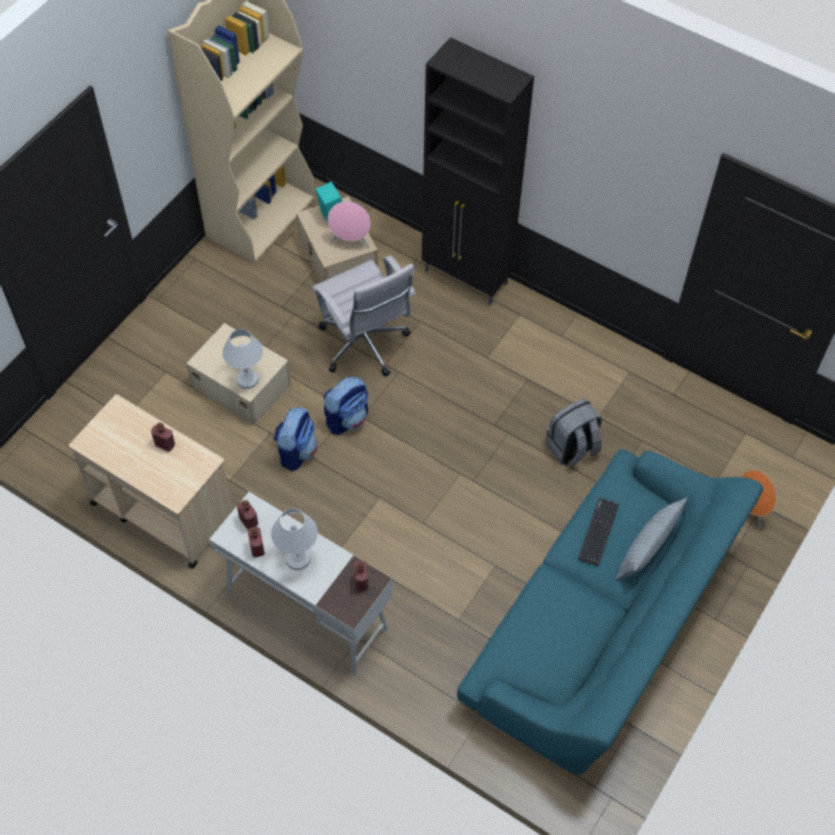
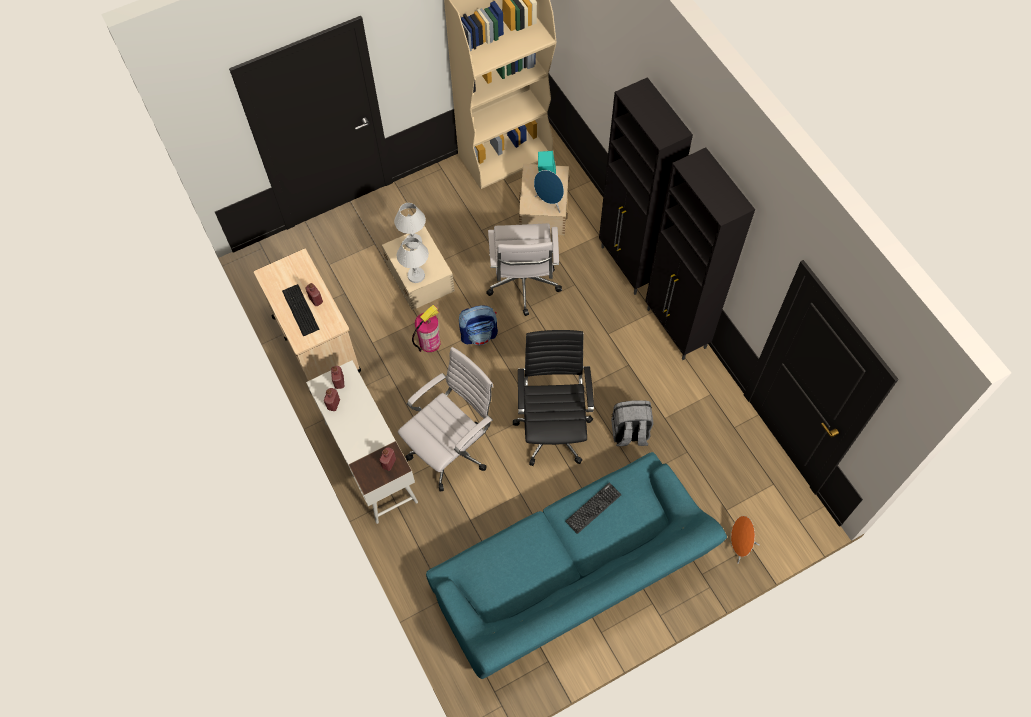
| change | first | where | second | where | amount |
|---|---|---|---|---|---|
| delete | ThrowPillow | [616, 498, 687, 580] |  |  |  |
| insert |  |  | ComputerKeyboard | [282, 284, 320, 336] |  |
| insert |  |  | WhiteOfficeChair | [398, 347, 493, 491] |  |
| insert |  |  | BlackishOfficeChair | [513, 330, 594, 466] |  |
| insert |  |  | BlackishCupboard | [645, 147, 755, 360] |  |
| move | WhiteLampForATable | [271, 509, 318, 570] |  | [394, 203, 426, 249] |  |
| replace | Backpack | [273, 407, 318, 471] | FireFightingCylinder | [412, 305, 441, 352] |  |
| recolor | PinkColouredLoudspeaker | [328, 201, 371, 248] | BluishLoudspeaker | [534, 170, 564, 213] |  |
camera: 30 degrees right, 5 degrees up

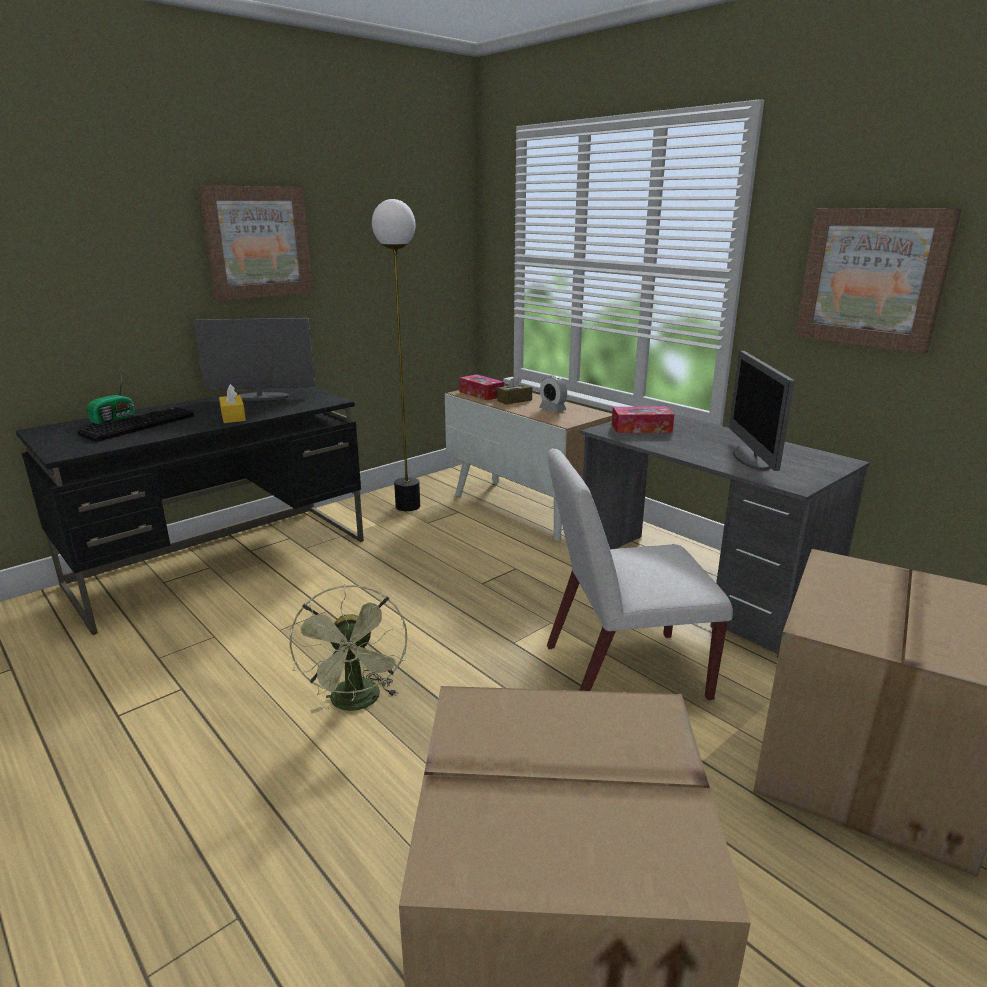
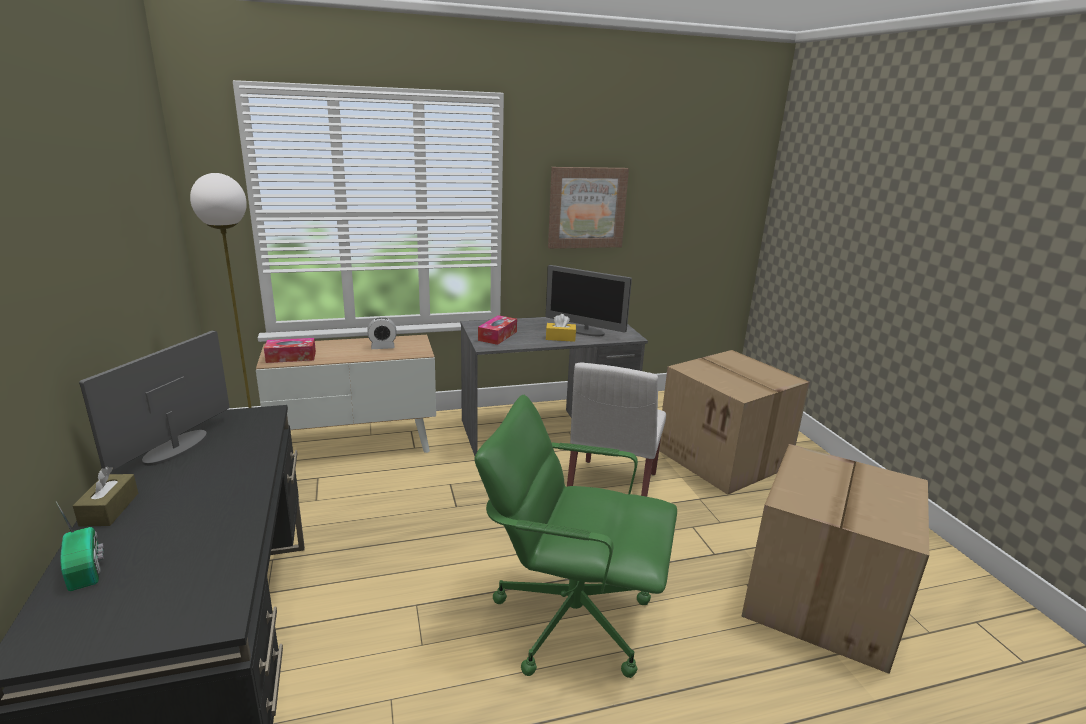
| change | first | where | second | where | amount |
|---|---|---|---|---|---|
| delete | ComputerKeyboard | [78, 407, 194, 442] |  |  |  |
| delete | Picture | [198, 185, 313, 301] |  |  |  |
| move | YellowTissueHolder | [219, 384, 246, 423] |  | [546, 314, 576, 342] |  |
| move | BrownishTissueHolder | [497, 374, 532, 404] |  | [73, 467, 138, 527] |  |
| replace | GreenColouredCoolingFan | [289, 585, 407, 714] | GreenColouredOfficeChair | [475, 395, 677, 678] |  |
camera: 65 degrees left, 0 degrees up

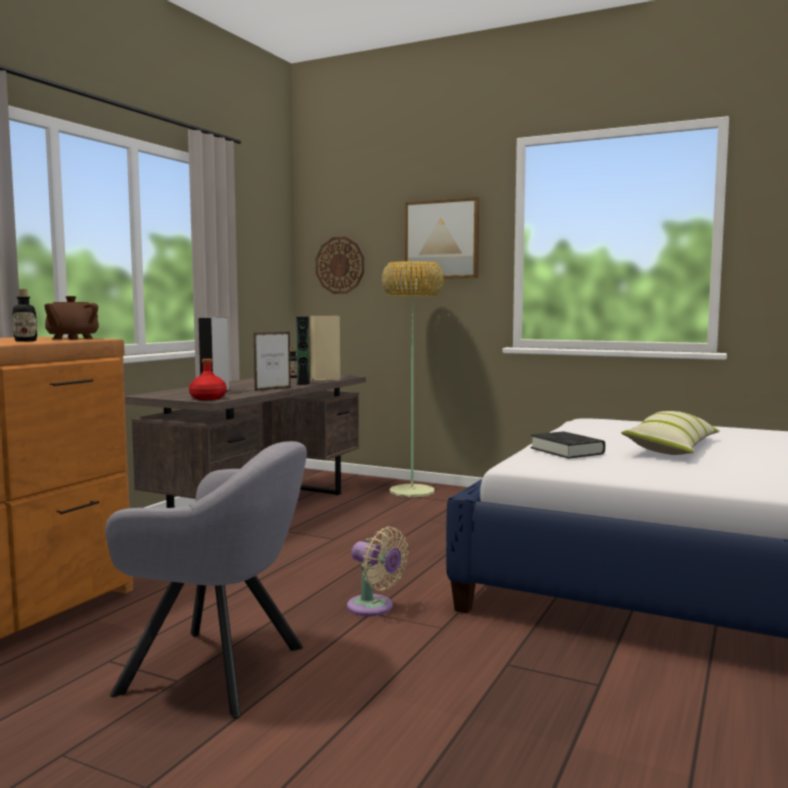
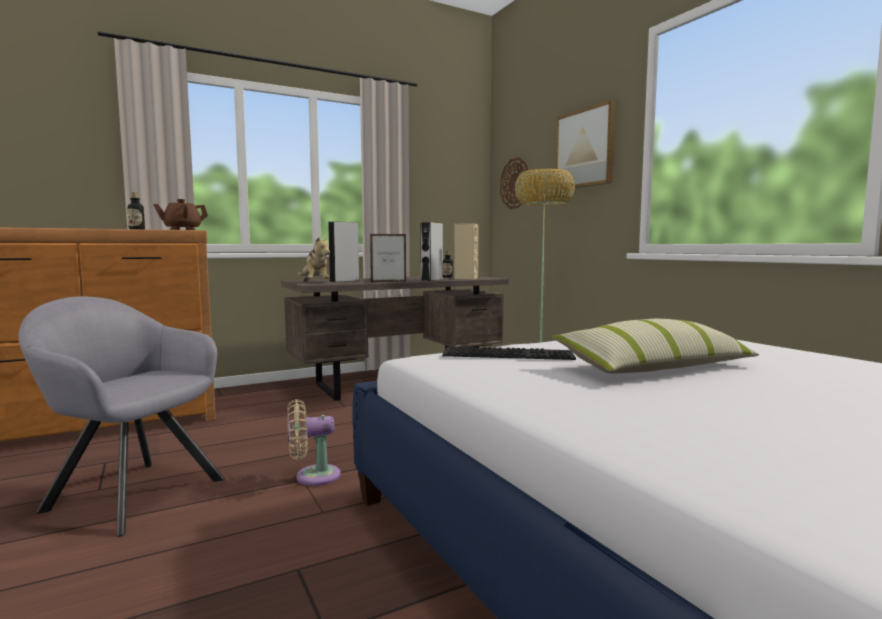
| change | first | where | second | where | amount |
|---|---|---|---|---|---|
| replace | ReddishDrinkBottle | [189, 359, 227, 400] | SoftToy | [298, 236, 330, 282] |  |
| replace | BlackishBook | [531, 431, 605, 459] | ComputerKeyboard | [442, 346, 576, 360] |  |
| recolor | GreenColouredLoudspeaker | [296, 316, 310, 385] | GreyishLoudspeaker | [421, 222, 443, 281] |  |
| rotate | GreyishEasyChair | [105, 441, 307, 718] |  | [18, 297, 225, 537] | 150 degrees clockwise |
| rotate | SandColouredCoolingFan | [347, 526, 408, 616] |  | [287, 399, 341, 486] | 90 degrees clockwise |
camera: 35 degrees right, 0 degrees up

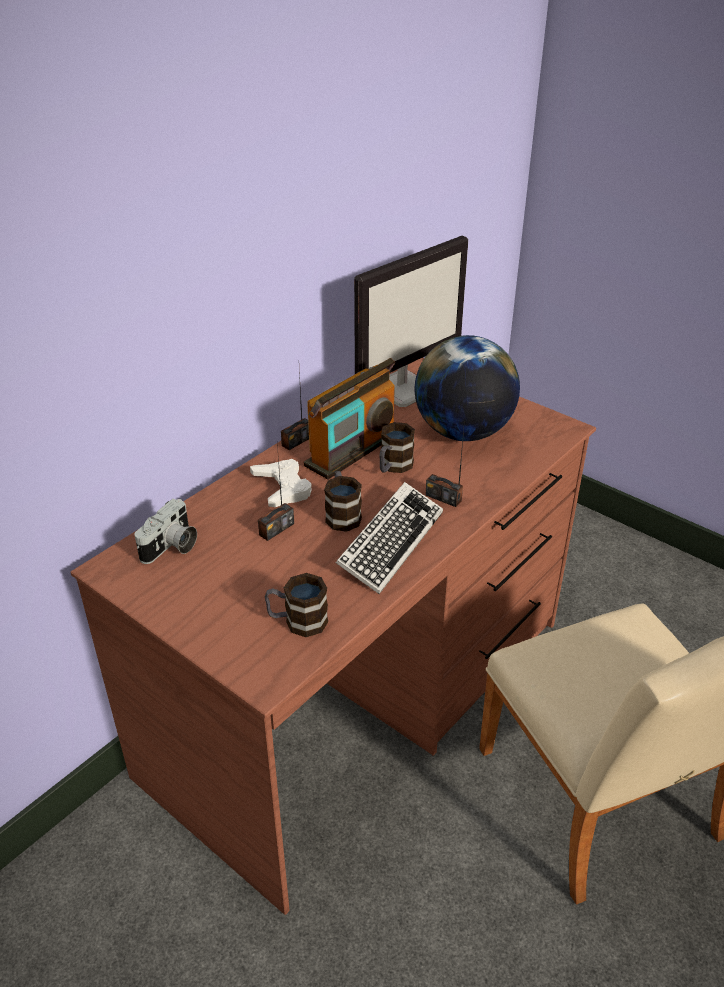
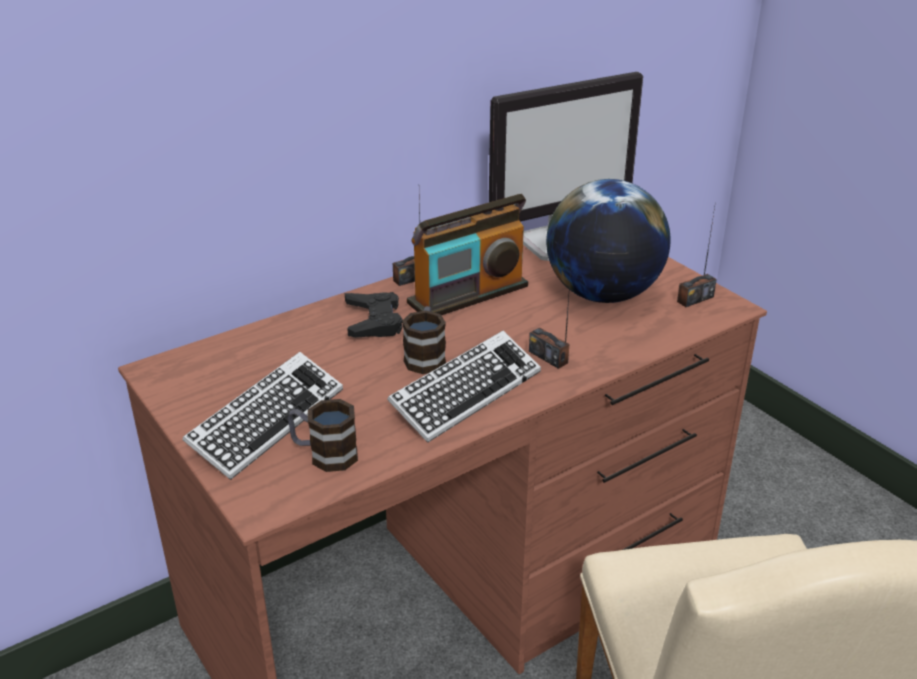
| change | first | where | second | where | amount |
|---|---|---|---|---|---|
| delete | StillCamera | [134, 499, 197, 564] |  |  |  |
| delete | TeaMug | [379, 422, 415, 473] |  |  |  |
| insert |  |  | ComputerKeyboard | [182, 352, 343, 480] |  |
| move | Radio | [258, 444, 294, 541] |  | [677, 207, 717, 307] |  |
| recolor | WhiteJoypad | [250, 459, 312, 507] | BlackishJoypad | [345, 292, 403, 338] |  |
camera: 15 degrees right, 5 degrees down

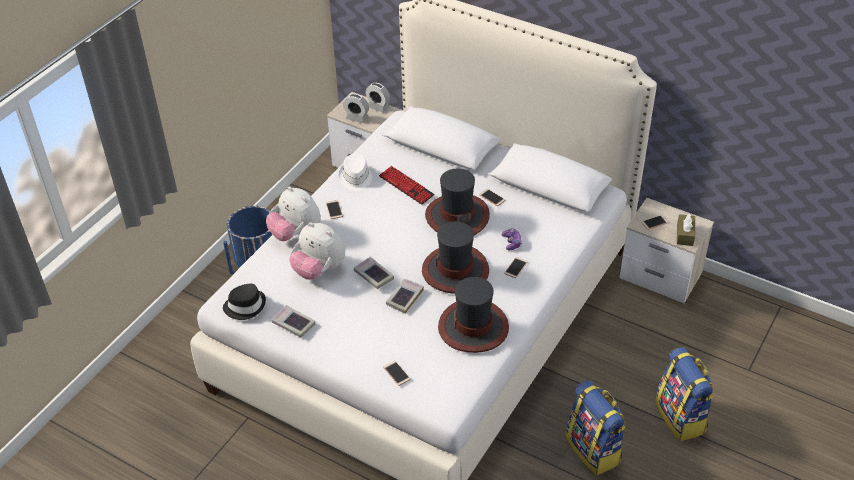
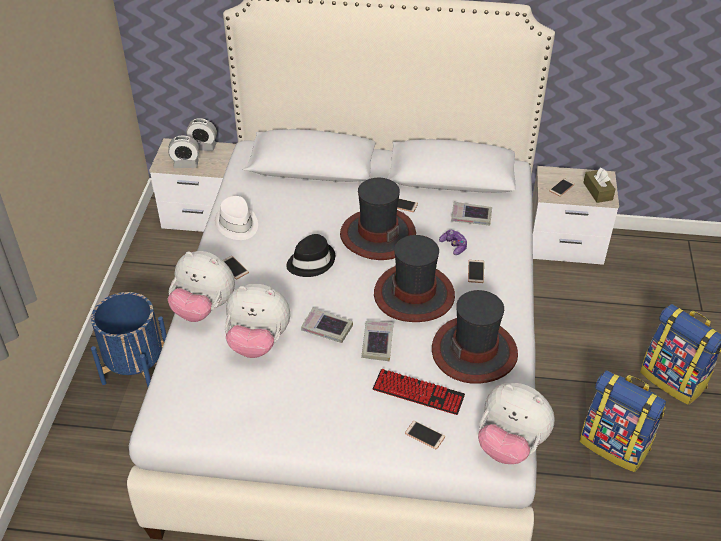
| change | first | where | second | where | amount |
|---|---|---|---|---|---|
| insert |  |  | SoftToy | [478, 383, 555, 464] |  |
| move | BlackishClothingHat | [223, 284, 266, 320] |  | [286, 234, 335, 277] |  |
| move | Book | [272, 305, 315, 338] |  | [451, 202, 492, 225] |  |
| move | ComputerKeyboard | [379, 166, 435, 205] |  | [372, 369, 465, 415] |  |
camera: 25 degrees left, 0 degrees up

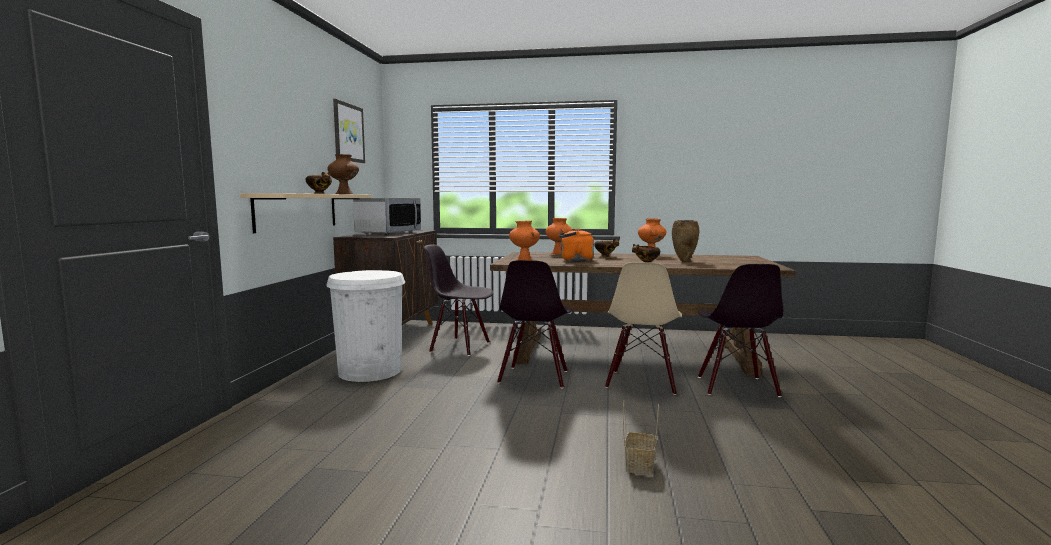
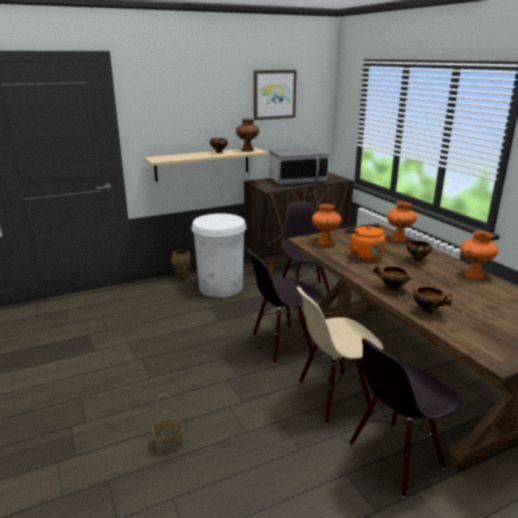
| change | first | where | second | where | amount |
|---|---|---|---|---|---|
| insert |  |  | ServingBowl | [413, 287, 452, 314] |  |
| move | BrownishVase | [672, 220, 700, 261] |  | [171, 249, 191, 280] |  |
camera: 55 degrees right, 15 degrees up

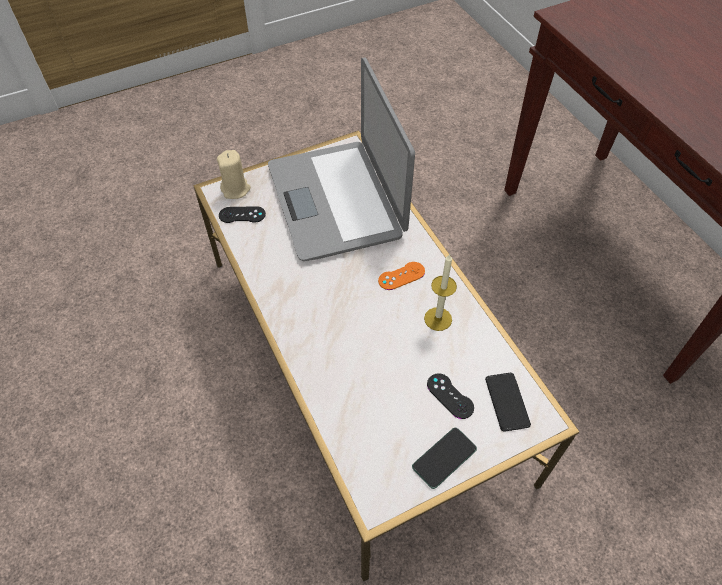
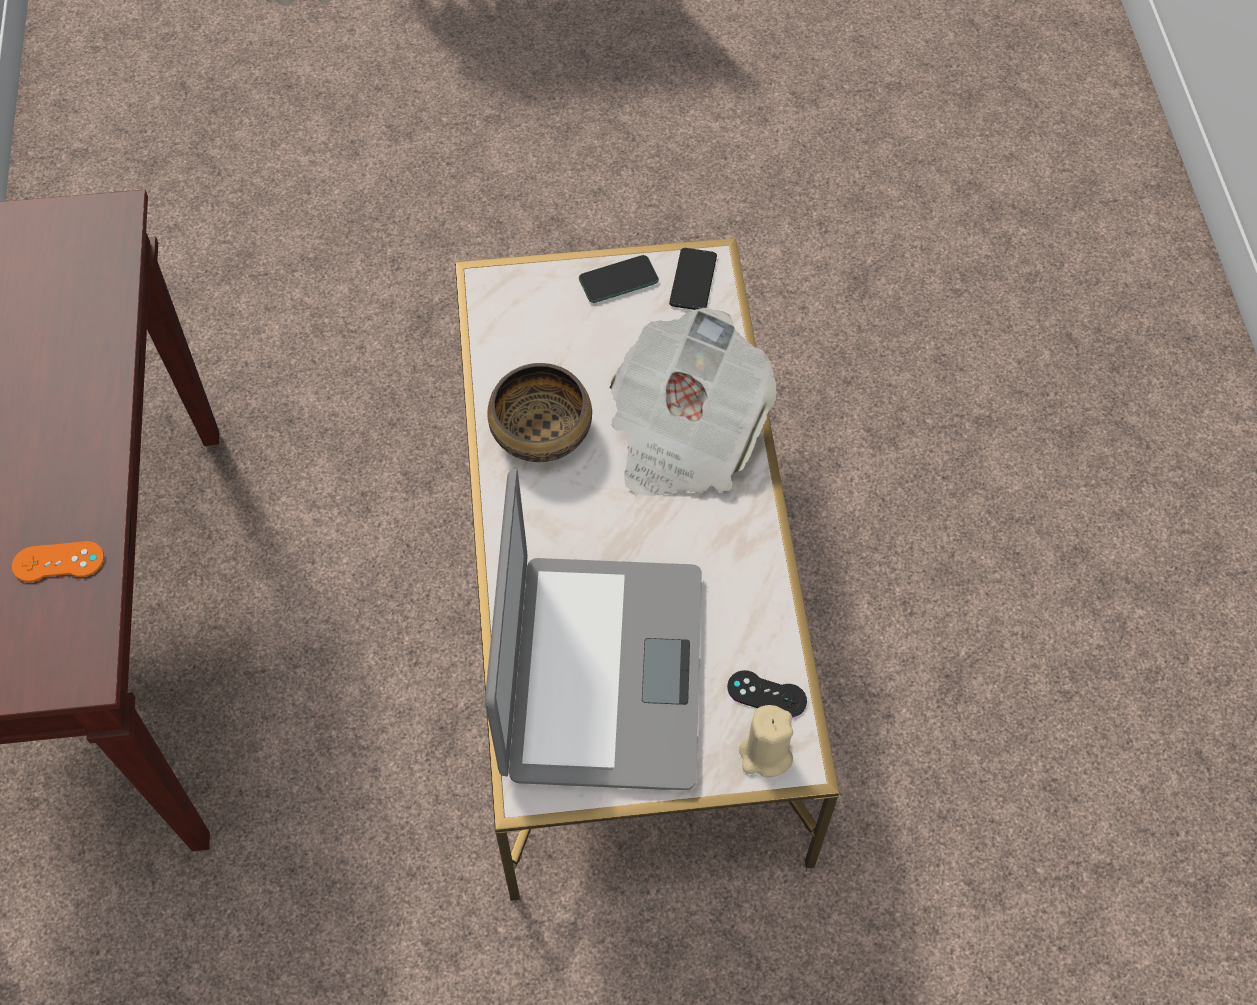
| change | first | where | second | where | amount |
|---|---|---|---|---|---|
| delete | BlackishJoypad | [427, 373, 474, 419] |  |  |  |
| insert |  |  | PrintedPaper | [610, 308, 777, 496] |  |
| move | OrangeyJoypad | [378, 262, 425, 290] |  | [12, 541, 104, 582] |  |
| move | Handset | [485, 373, 531, 432] |  | [669, 248, 717, 310] |  |
| replace | WaxCandle | [424, 254, 457, 331] | ServingBowl | [488, 363, 592, 462] |  |
camera: 160 degrees left, 5 degrees up

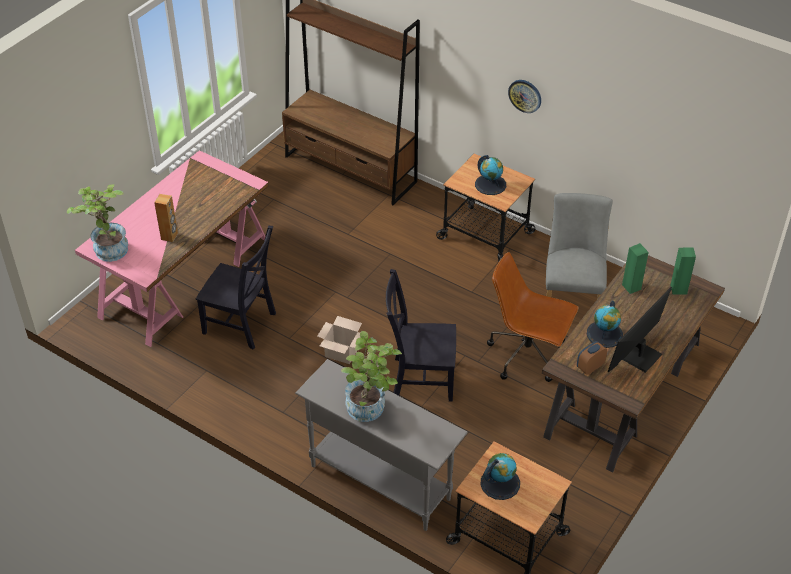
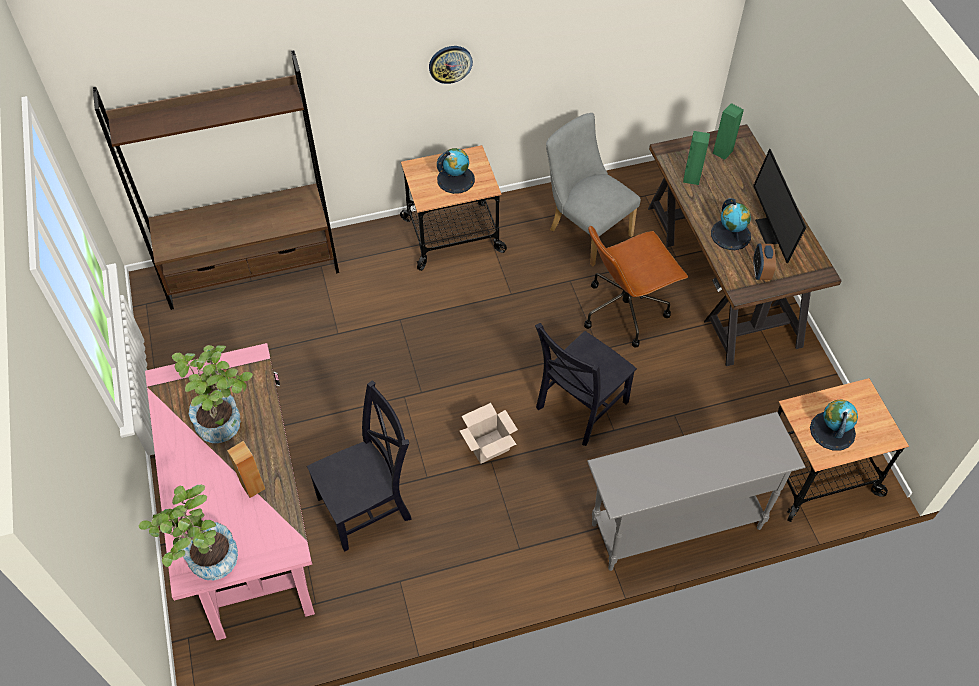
| change | first | where | second | where | amount |
|---|---|---|---|---|---|
| move | PlantInAPot | [341, 331, 402, 422] |  | [172, 345, 253, 443] |  |
camera: 50 degrees left, 10 degrees up

